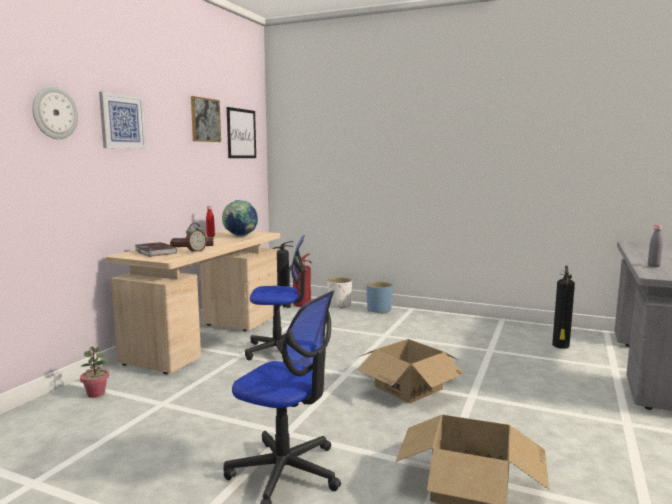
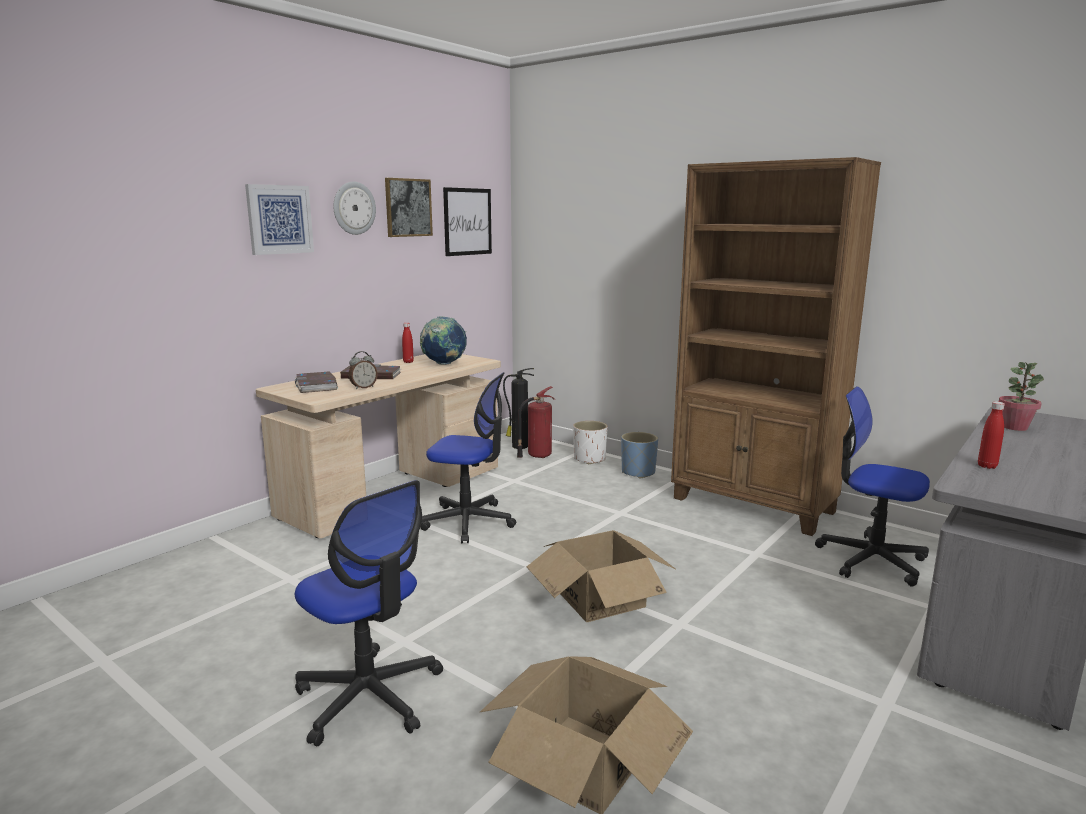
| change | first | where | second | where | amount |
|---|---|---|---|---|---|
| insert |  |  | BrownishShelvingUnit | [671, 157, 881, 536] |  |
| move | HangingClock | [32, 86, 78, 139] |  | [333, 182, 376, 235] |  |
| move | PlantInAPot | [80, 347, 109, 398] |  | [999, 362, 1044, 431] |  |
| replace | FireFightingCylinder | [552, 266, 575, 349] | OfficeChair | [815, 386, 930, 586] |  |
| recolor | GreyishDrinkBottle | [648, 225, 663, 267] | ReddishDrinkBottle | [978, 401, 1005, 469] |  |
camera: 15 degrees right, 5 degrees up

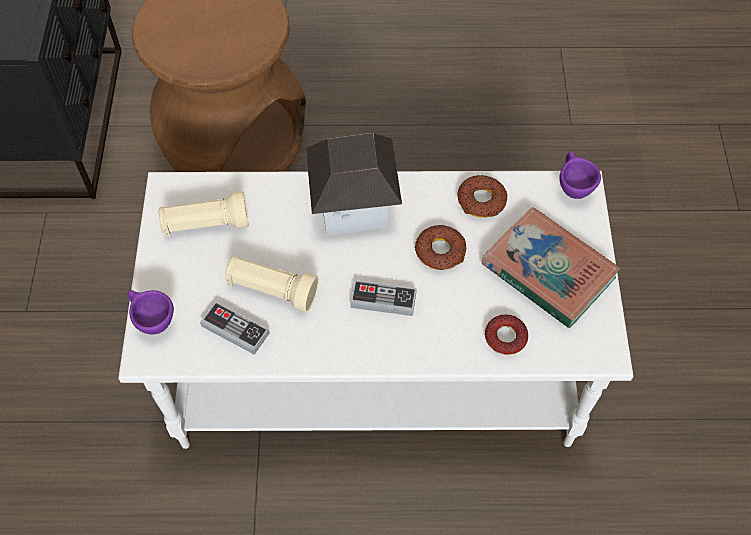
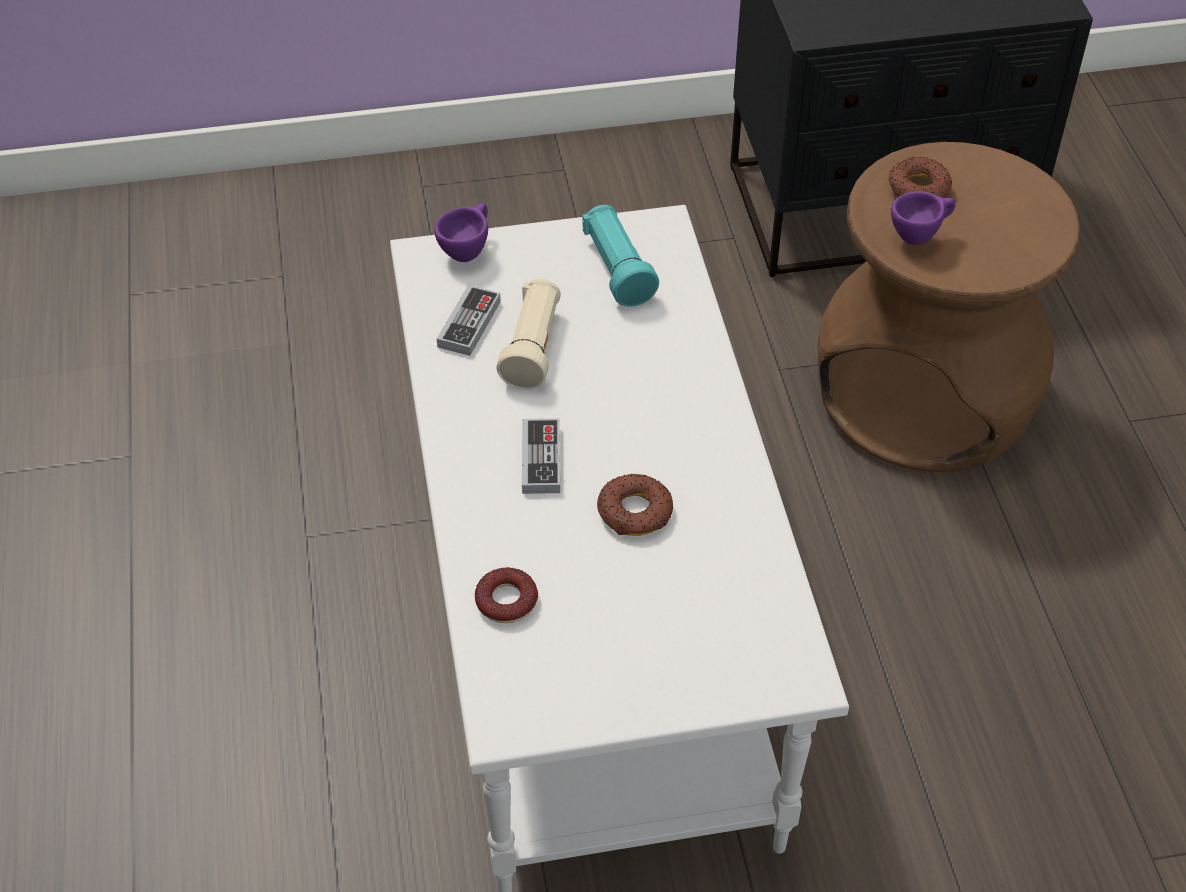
| change | first | where | second | where | amount |
|---|---|---|---|---|---|
| delete | ModelHouse | [306, 133, 402, 235] |  |  |  |
| delete | Book | [482, 207, 620, 328] |  |  |  |
| move | Donut | [457, 175, 508, 218] |  | [889, 157, 952, 198] |  |
| move | PurplishSmallCup | [559, 151, 601, 199] |  | [891, 191, 956, 245] |  |
| recolor | SandColouredTorch | [159, 191, 249, 236] | TurquoiseColouredTorch | [583, 205, 659, 307] |  |
camera: 80 degrees right, 10 degrees down

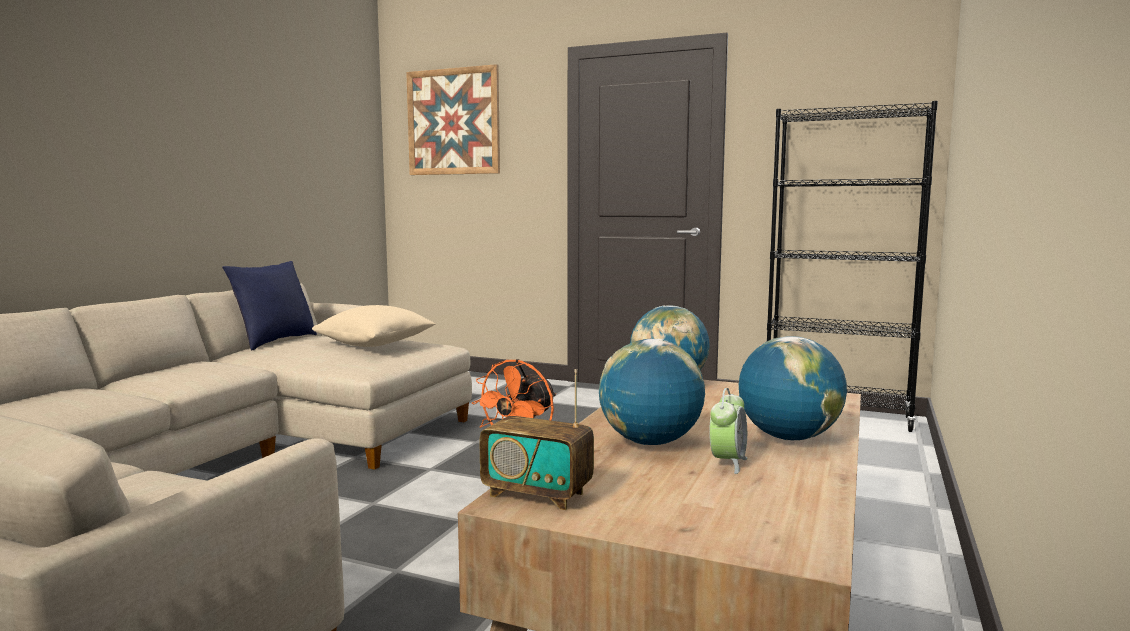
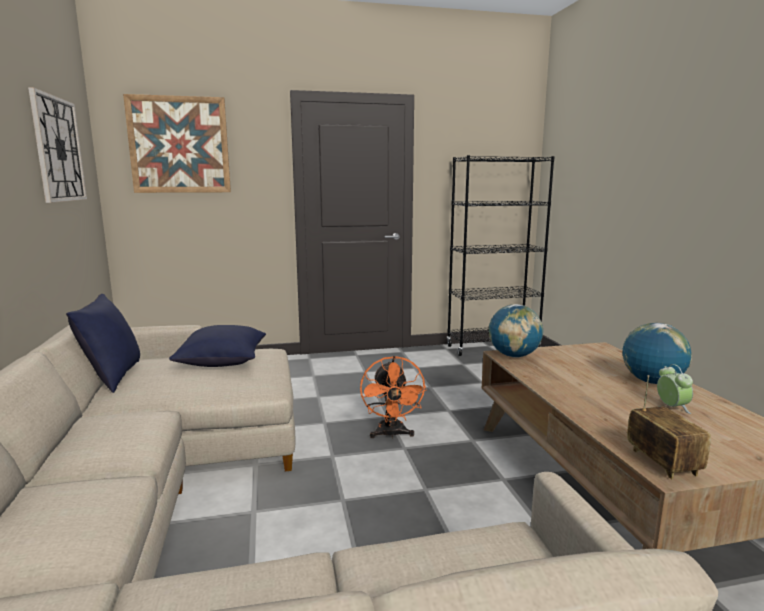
| change | first | where | second | where | amount |
|---|---|---|---|---|---|
| delete | DeskGlobe | [599, 339, 705, 445] |  |  |  |
| insert |  |  | HangingClock | [28, 87, 87, 203] |  |
| recolor | SandColouredThrowPillow | [312, 305, 435, 347] | BluishThrowPillow | [169, 325, 266, 367] |  |
| rotate | Radio | [479, 369, 594, 510] |  | [627, 375, 711, 479] | 90 degrees counterclockwise |
camera: 35 degrees left, 5 degrees up

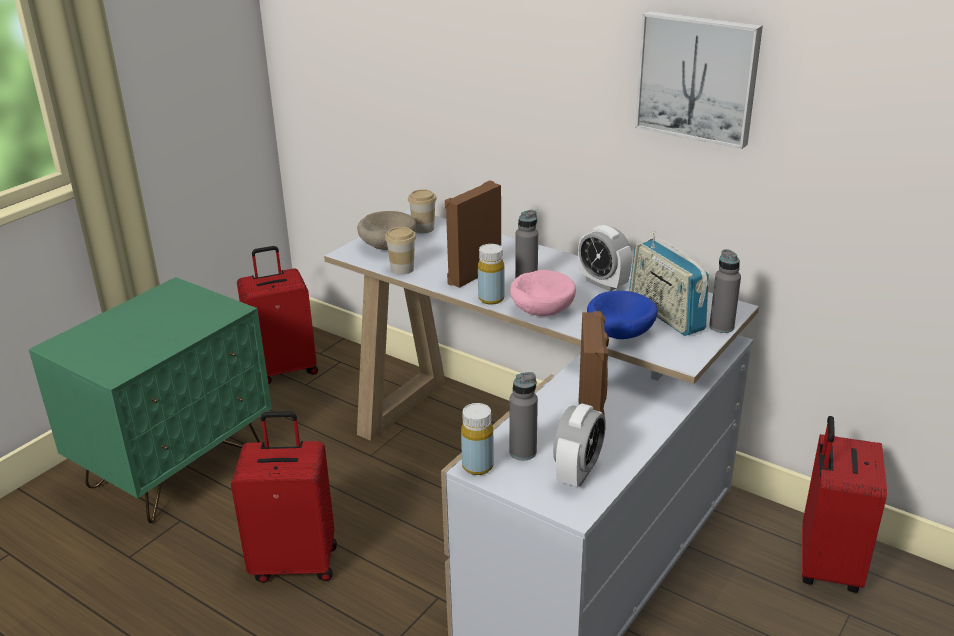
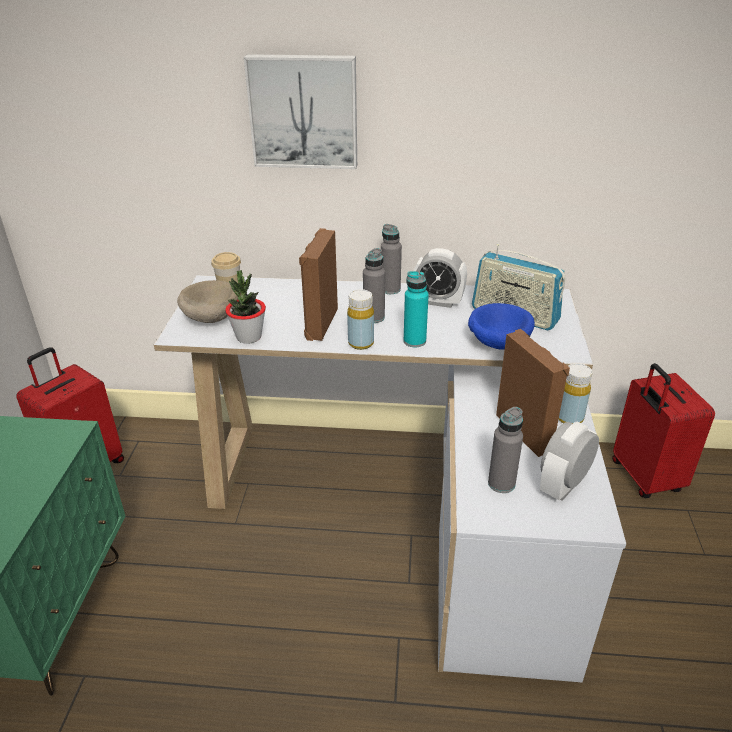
| change | first | where | second | where | amount |
|---|---|---|---|---|---|
| delete | ReddishTravelCase | [231, 411, 337, 583] |  |  |  |
| move | YellowDrinkBottle | [461, 403, 494, 475] |  | [558, 363, 593, 423] |  |
| move | Picture | [635, 11, 763, 149] |  | [244, 54, 357, 169] |  |
| move | GreyishDrinkBottle | [709, 249, 741, 333] |  | [381, 224, 402, 294] |  |
| replace | SmallCup | [385, 227, 416, 275] | PlantInAPot | [225, 270, 266, 344] |  |
| replace | PinkColouredServingBowl | [510, 270, 576, 316] | TurquoiseColouredDrinkBottle | [403, 271, 429, 348] |  |
| rotate | BedsideClock | [553, 403, 606, 487] |  | [540, 421, 599, 501] | 135 degrees counterclockwise |
camera: 30 degrees left, 5 degrees up

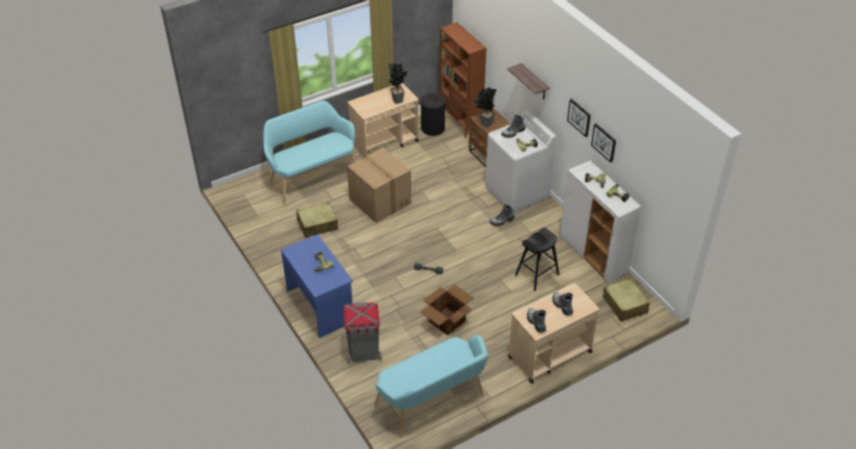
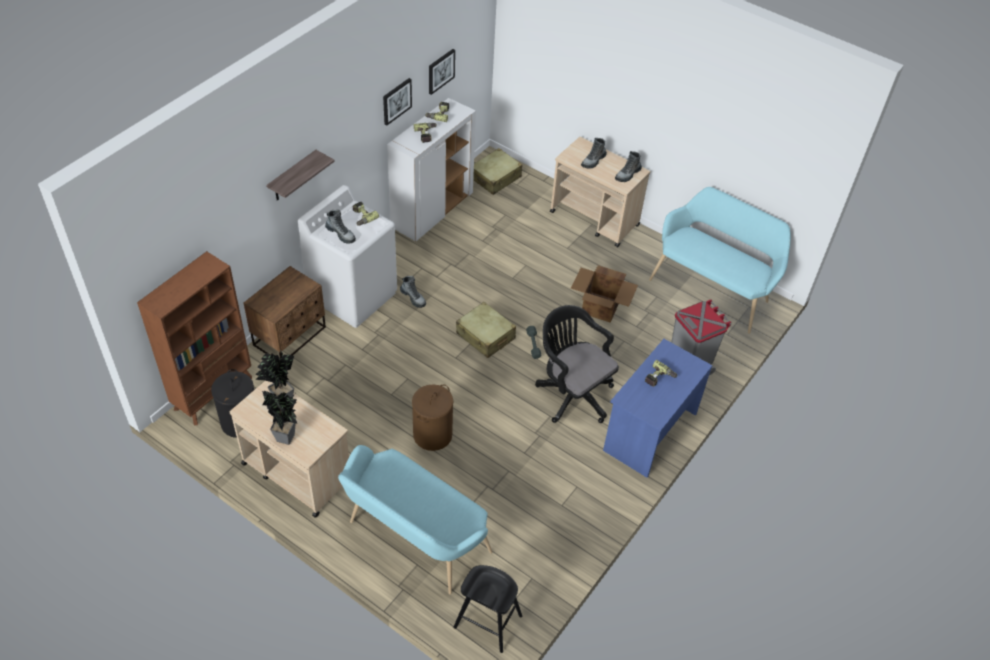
| change | first | where | second | where | amount |
|---|---|---|---|---|---|
| insert |  |  | BlackishOfficeChair | [535, 305, 619, 423] |  |
| move | SandColouredTravelCase | [297, 202, 338, 238] |  | [456, 302, 516, 358] |  |
| move | PlantInAPot | [474, 87, 497, 128] |  | [262, 391, 297, 445] |  |
| move | BlackishStoolSeat | [515, 228, 559, 291] |  | [453, 565, 522, 653] |  |
| move | Picture | [567, 99, 591, 137] |  | [429, 49, 455, 95] |  |
| replace | CardboardBox | [347, 148, 411, 223] | BrownishLaundryBasket | [412, 384, 453, 451] |  |
camera: 115 degrees left, 5 degrees up

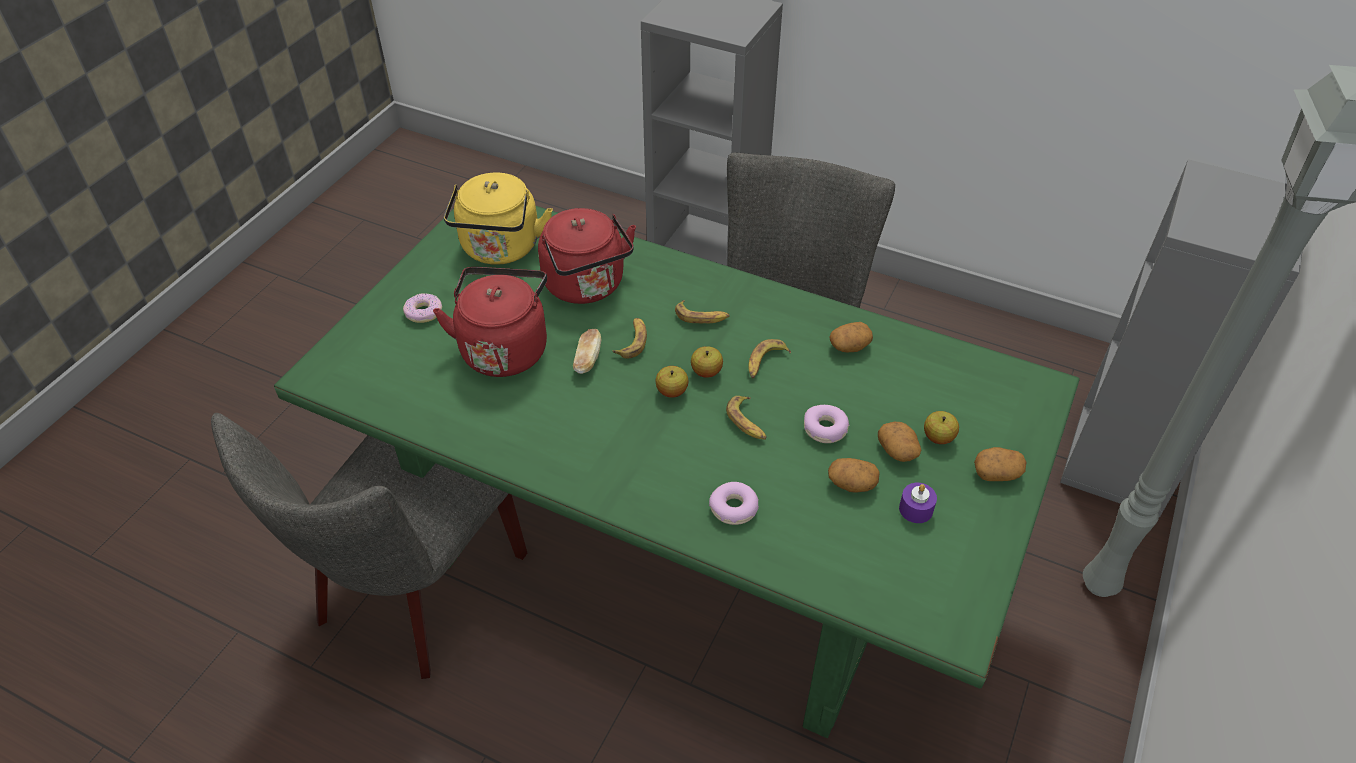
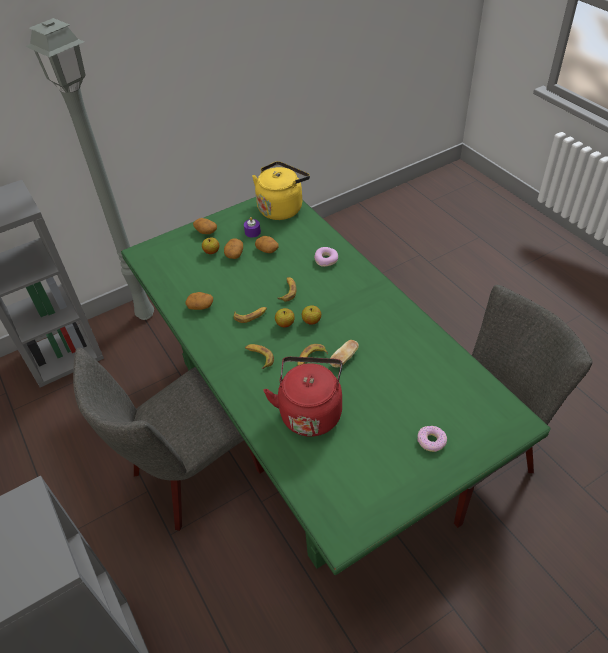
| change | first | where | second | where | amount |
|---|---|---|---|---|---|
| delete | ReddishWaterKettle | [433, 267, 547, 377] |  |  |  |
| delete | Donut | [804, 405, 850, 443] |  |  |  |
| move | YellowWaterKettle | [444, 173, 553, 265] |  | [252, 161, 310, 220] |  |
camera: 145 degrees left, 0 degrees up

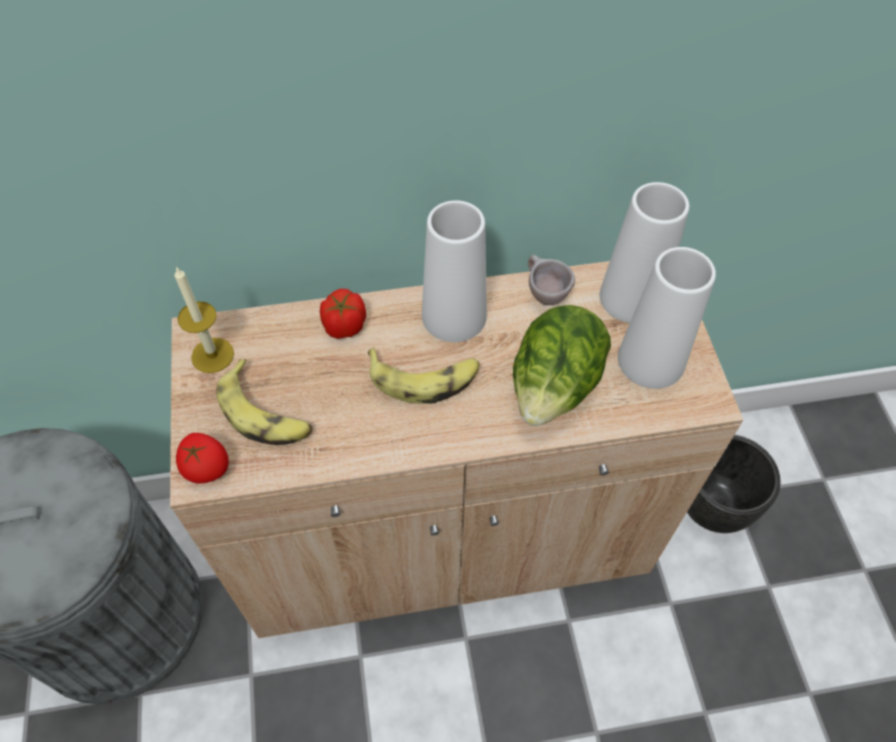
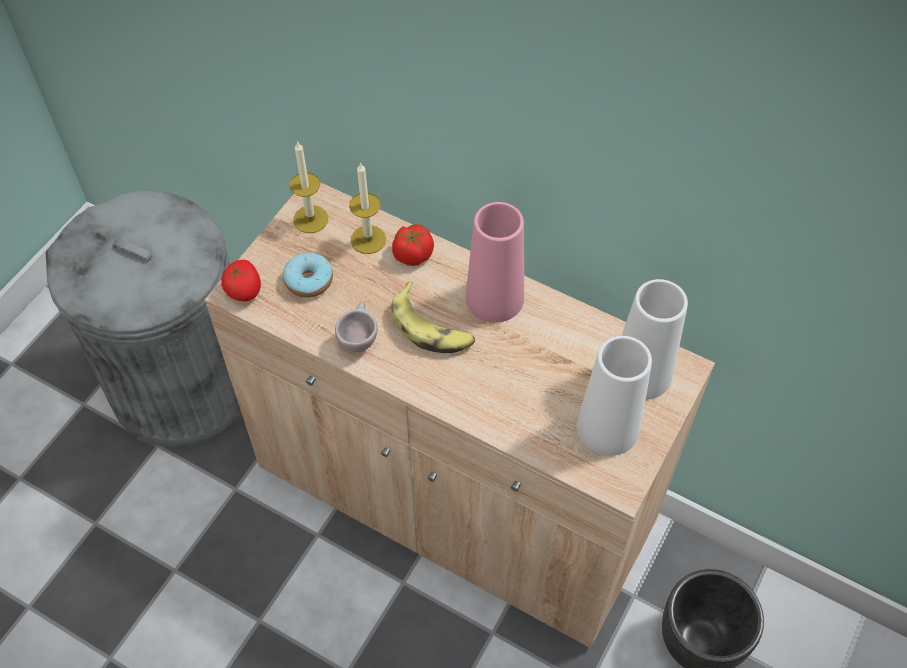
| change | first | where | second | where | amount |
|---|---|---|---|---|---|
| delete | LettuceHead | [513, 305, 611, 426] |  |  |  |
| insert |  |  | WaxCandle | [349, 162, 386, 254] |  |
| move | SandColouredSmallCup | [528, 255, 575, 305] |  | [335, 302, 378, 352] |  |
| replace | WholeBanana | [216, 359, 313, 445] | Donut | [283, 253, 333, 298] |  |
| recolor | WhiteVase | [422, 200, 487, 342] | PinkColouredVase | [466, 202, 524, 323] |  |
camera: 40 degrees right, 0 degrees up

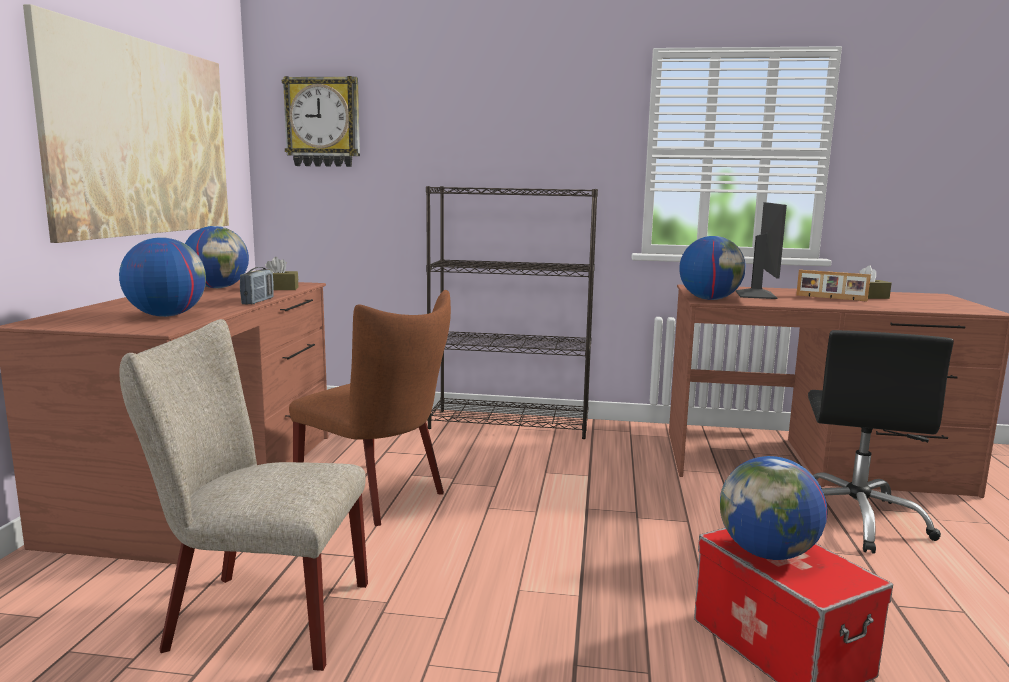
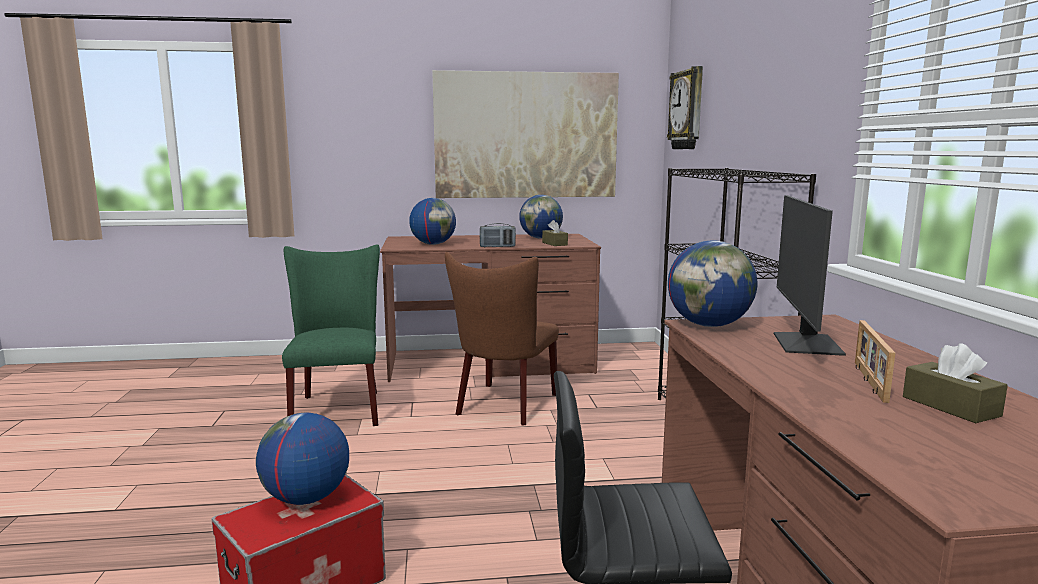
| change | first | where | second | where | amount |
|---|---|---|---|---|---|
| recolor | SandColouredUprightChair | [119, 319, 368, 671] | GreenColouredUprightChair | [282, 244, 380, 426] |  |
| rotate | ComputerDisplay | [736, 202, 787, 299] |  | [774, 195, 846, 356] | 105 degrees clockwise |
camera: 75 degrees right, 0 degrees up

